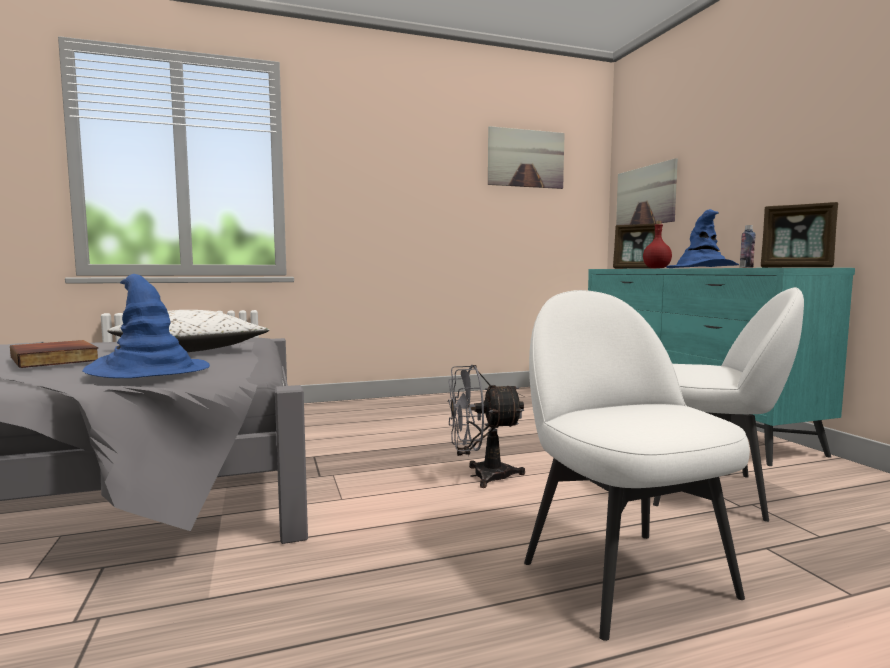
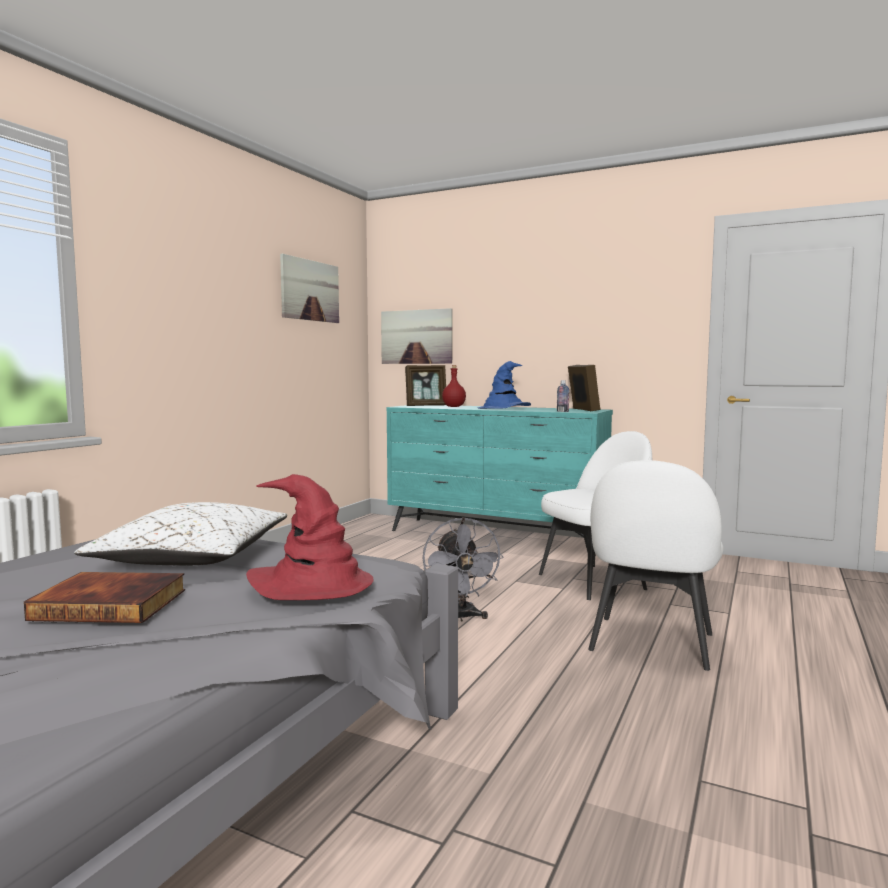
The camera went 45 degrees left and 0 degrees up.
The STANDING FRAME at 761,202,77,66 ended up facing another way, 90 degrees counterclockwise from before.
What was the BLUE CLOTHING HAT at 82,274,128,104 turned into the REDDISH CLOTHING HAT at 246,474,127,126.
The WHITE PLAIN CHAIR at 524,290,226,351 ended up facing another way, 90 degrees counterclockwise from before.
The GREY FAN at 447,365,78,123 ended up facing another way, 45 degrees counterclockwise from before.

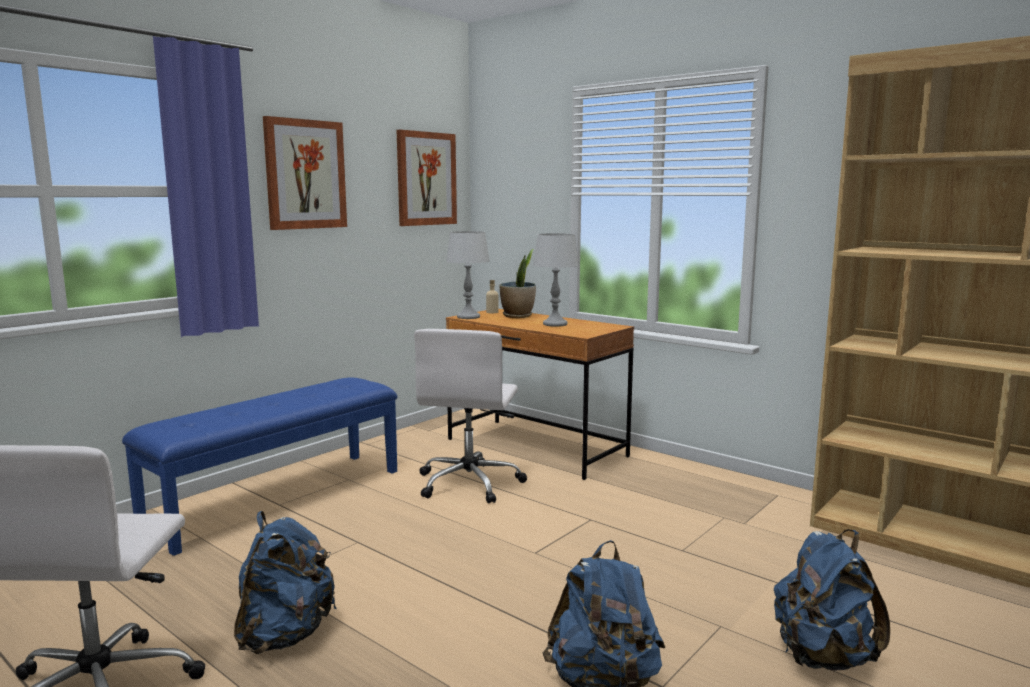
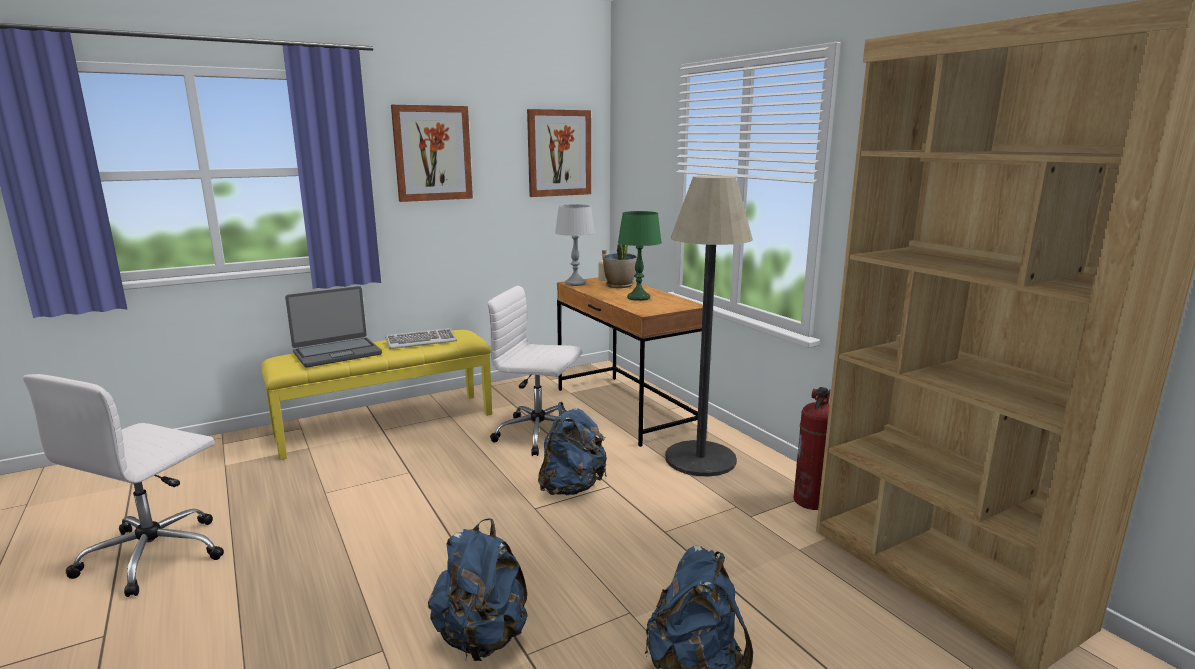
The camera went 20 degrees right and 5 degrees up.
What was the GREY LAMP FOR A TABLE at 533,233,46,93 turned into the GREEN-COLOURED LAMP FOR A TABLE at 618,211,44,90.
The WHITE OFFICE CHAIR at 414,329,113,175 ended up facing another way, 75 degrees clockwise from before.
What was the BLUE BENCH at 122,378,276,178 turned into the YELLOW BENCH at 261,330,231,130.
The BLUE BACKPACK ended up elsewhere, having gone from 234,511,103,143 to 538,402,69,93.
The second view gained the STANDING LAMP at 665,176,88,301.
The second view gained the NOTEBOOK COMPUTER at 285,286,97,82.
The second view gained the KEYBOARD at 385,328,72,21.
The second view gained the FIRE-FIGHTING CYLINDER at 794,387,37,123.

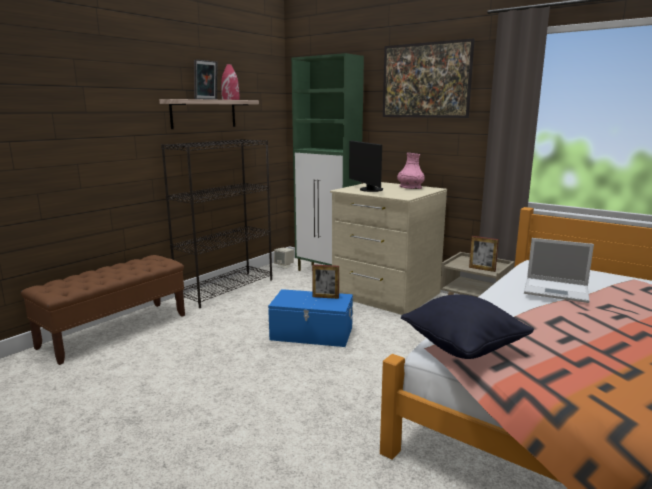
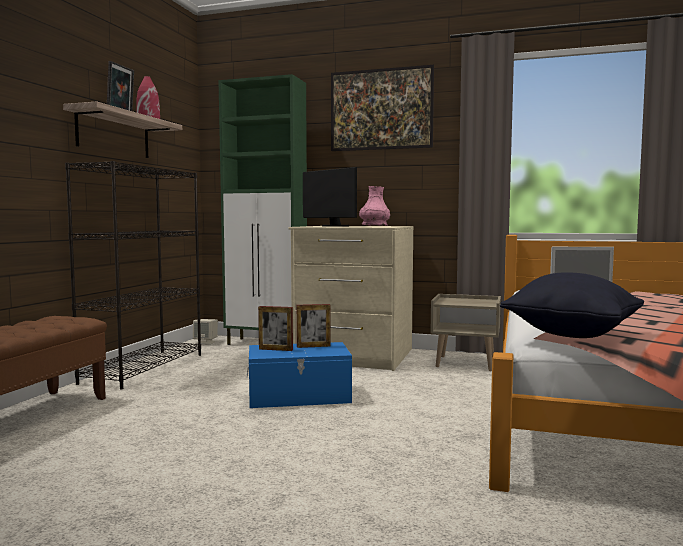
The camera went 20 degrees left and 10 degrees down.
The STANDING FRAME ended up elsewhere, having gone from 469,236,30,36 to 258,306,35,45.

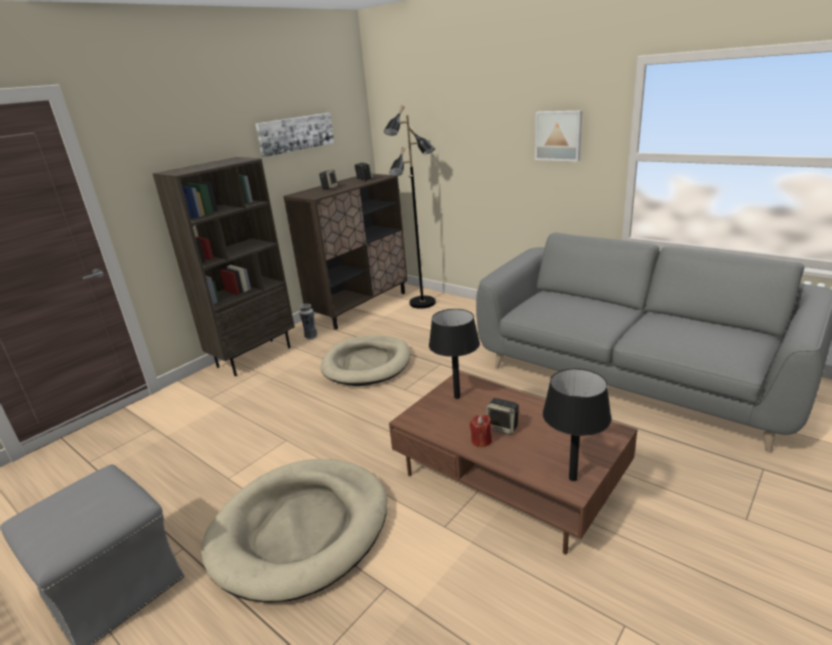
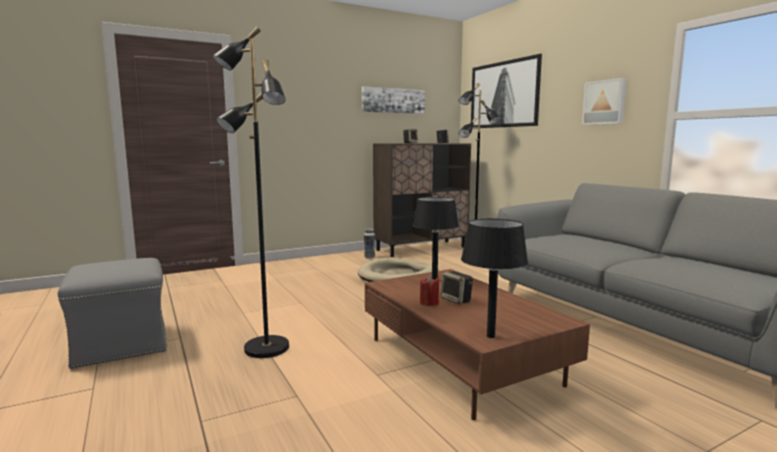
The camera went 20 degrees right and 15 degrees down.
The second view lost the BROWN-COLOURED SHELVING UNIT at 152,157,143,219.
Where the SAND-COLOURED PET BED stood at 201,459,186,144, the BLACK STANDING LAMP came to stand at 212,27,77,331.
The second view gained the WALL PICTURE at 471,54,71,74.

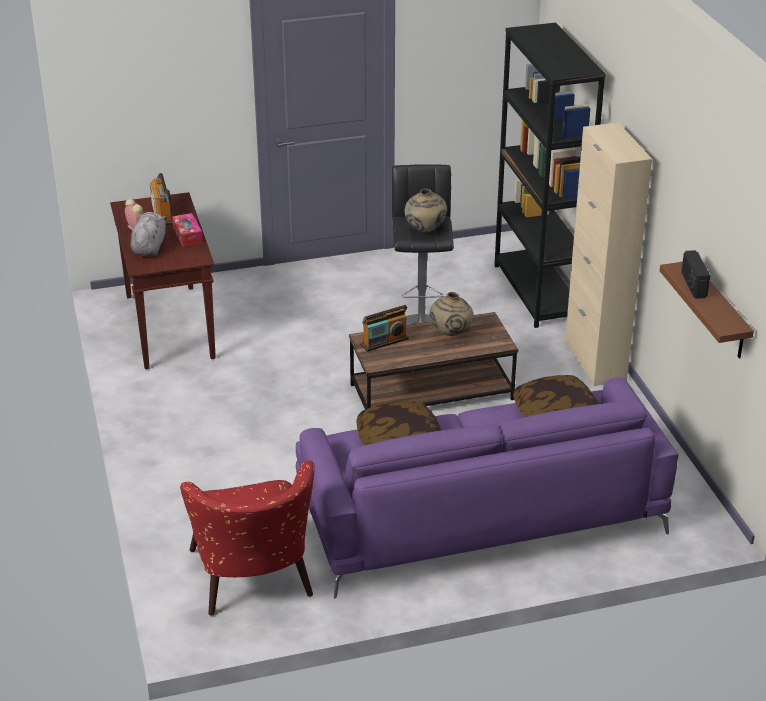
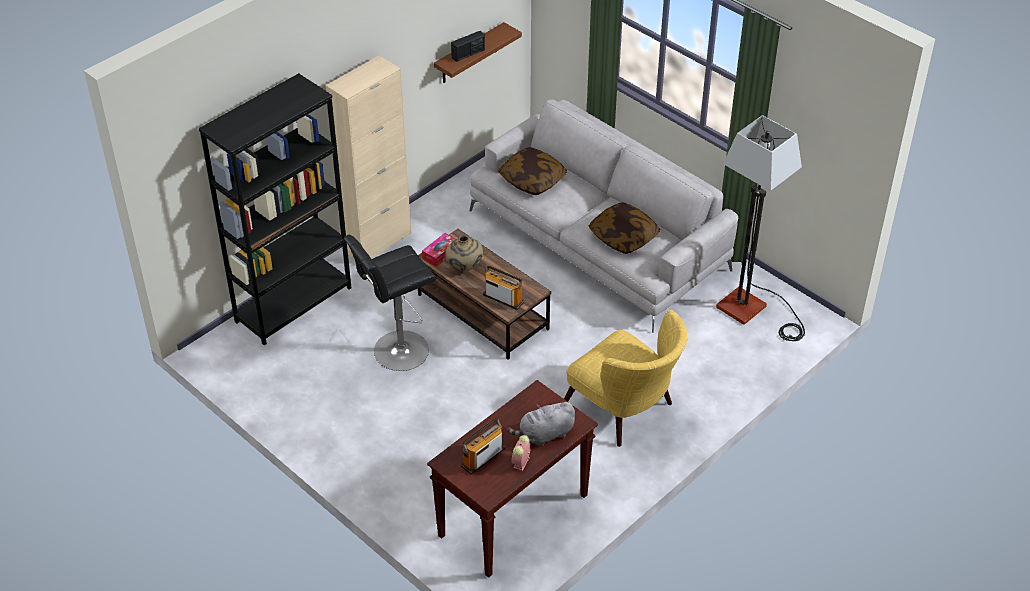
The camera went 120 degrees left and 10 degrees up.
The second view lost the SAND-COLOURED FLOWER VASE at 405,189,42,43.
The TISSUE BOX ended up elsewhere, having gone from 172,213,31,34 to 422,233,34,34.
What was the PURPLE COUCH at 296,378,383,221 turned into the GREY COUCH at 469,99,269,234.
Where the REDDISH LOUNGE CHAIR stood at 180,461,134,154, the STANDING LAMP came to stand at 716,115,89,226.
The second view gained the YELLOW LOUNGE CHAIR at 564,310,123,137.

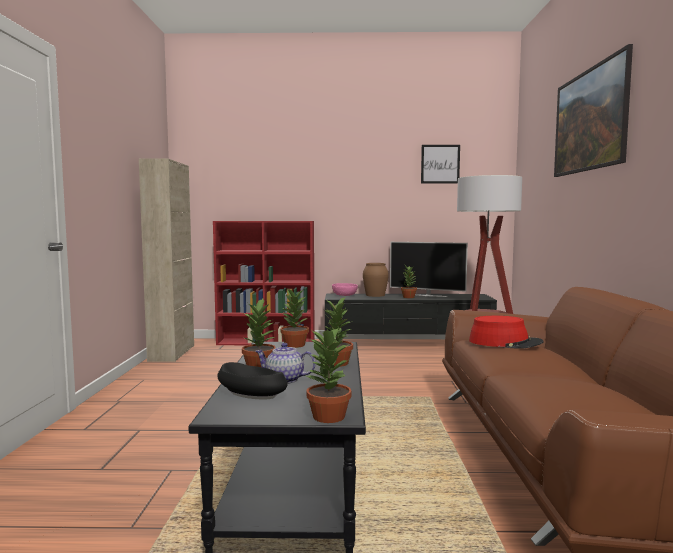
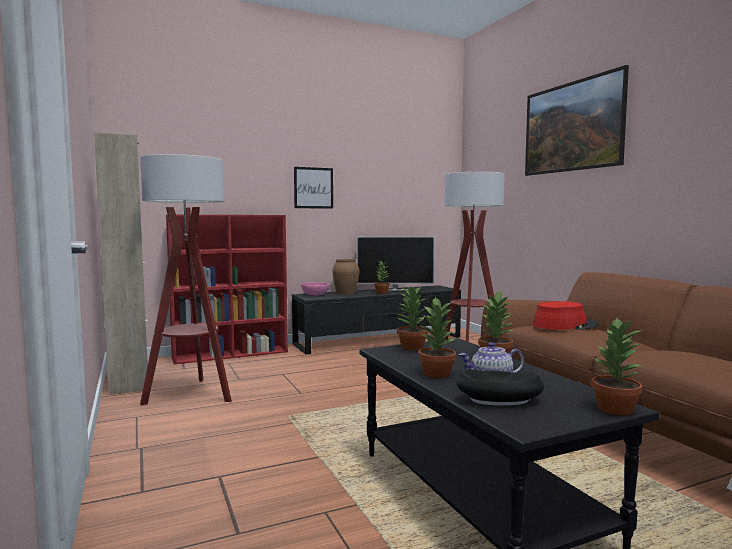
The camera went 25 degrees left and 0 degrees up.
The WALL PICTURE ended up elsewhere, having gone from 421,145,39,39 to 294,167,39,42.
The second view gained the STANDING LAMP at 140,154,92,251.

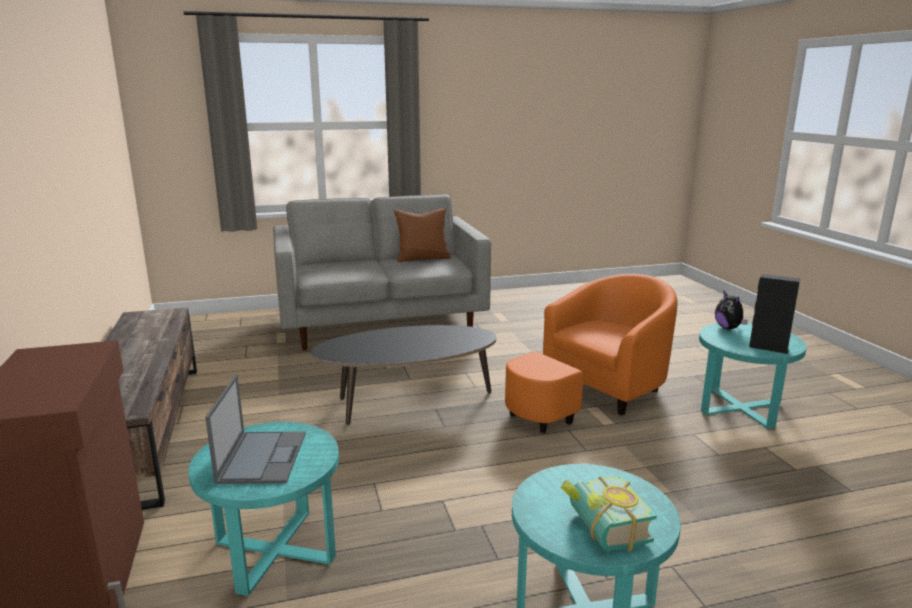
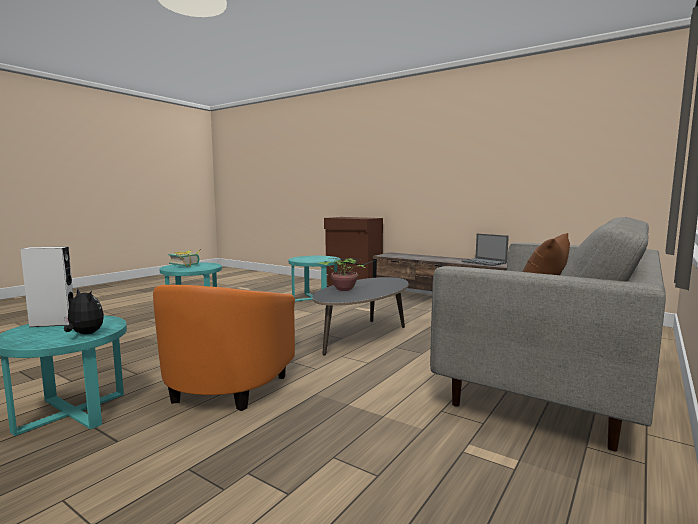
The camera went 140 degrees right and 10 degrees down.
What was the BLACK LOUDSPEAKER at 749,274,51,80 turned into the WHITE LOUDSPEAKER at 20,247,54,80.
The NOTEBOOK COMPUTER ended up elsewhere, having gone from 205,375,101,109 to 462,234,47,32.
The second view gained the PLANT IN A POT at 318,258,57,33.

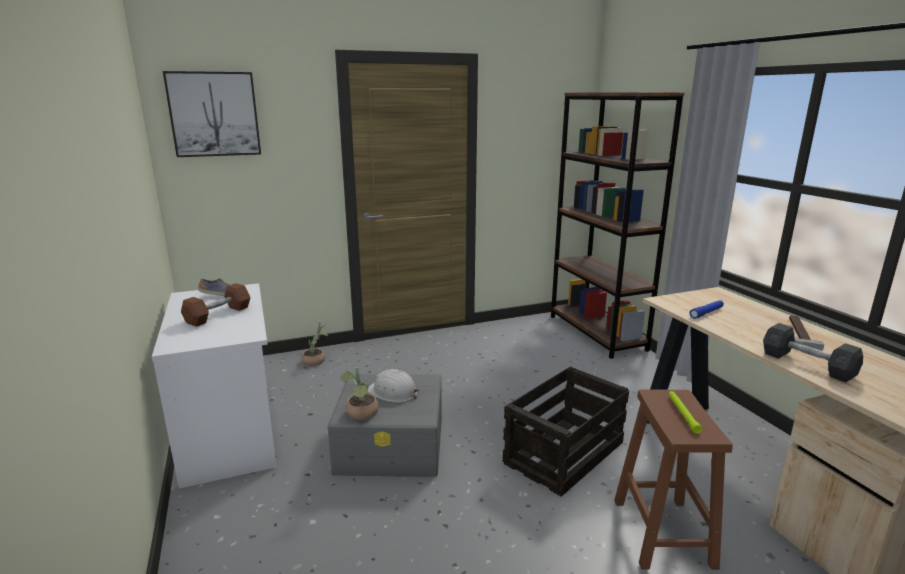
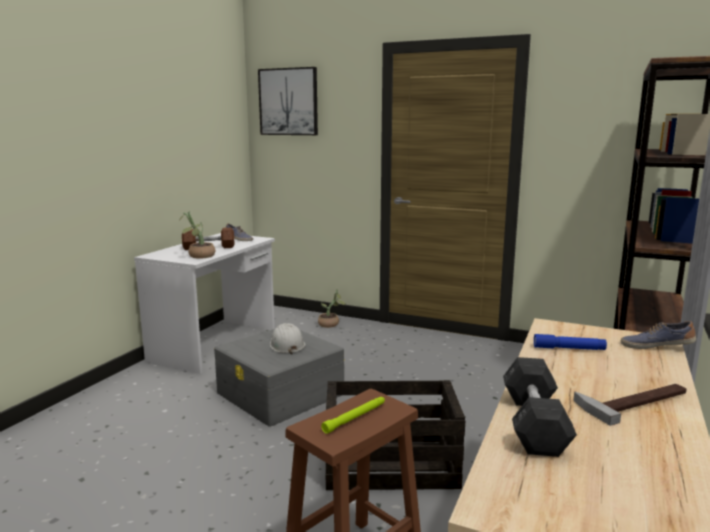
The camera went 45 degrees right and 5 degrees down.
The PLANT IN A POT ended up elsewhere, having gone from 340,367,39,53 to 179,211,36,48.
The second view gained the LOW SHOE at 621,321,75,28.

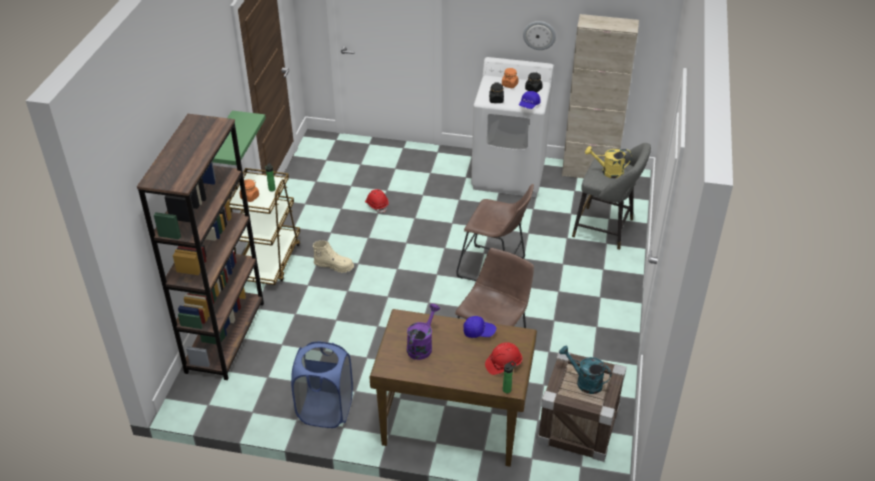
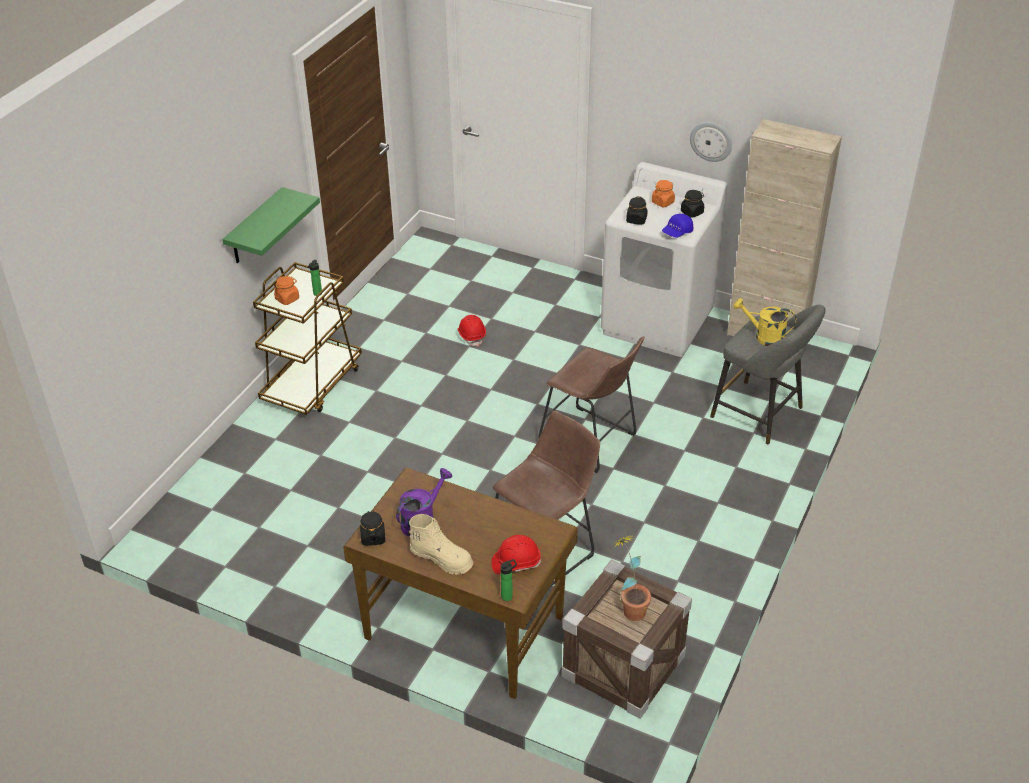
The camera went 15 degrees right and 0 degrees up.
The second view lost the BROWN-COLOURED SHELVING UNIT at 137,114,127,266.
The SAND-COLOURED TALL BOOT ended up elsewhere, having gone from 313,240,41,33 to 409,514,64,61.
The second view lost the BLUE CAP at 463,316,33,22.
The second view lost the BLUE HAMPER at 291,341,62,87.
Where the BLUE-GREEN WATERING CAN stood at 559,346,52,48, the PLANT IN A POT came to stand at 612,535,39,86.
The second view gained the BLACK STORAGE JAR at 360,510,25,36.

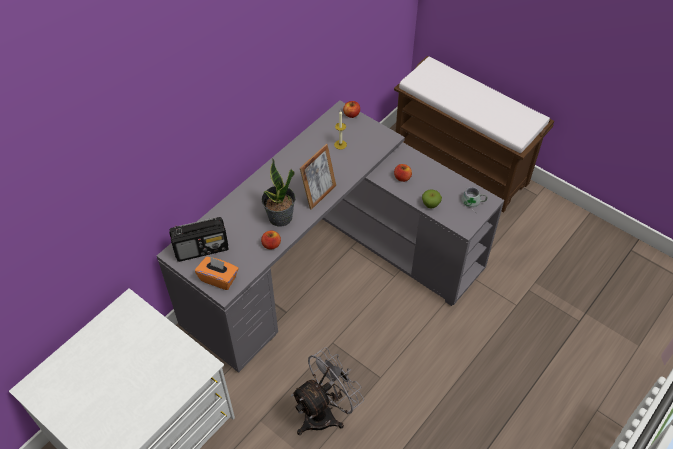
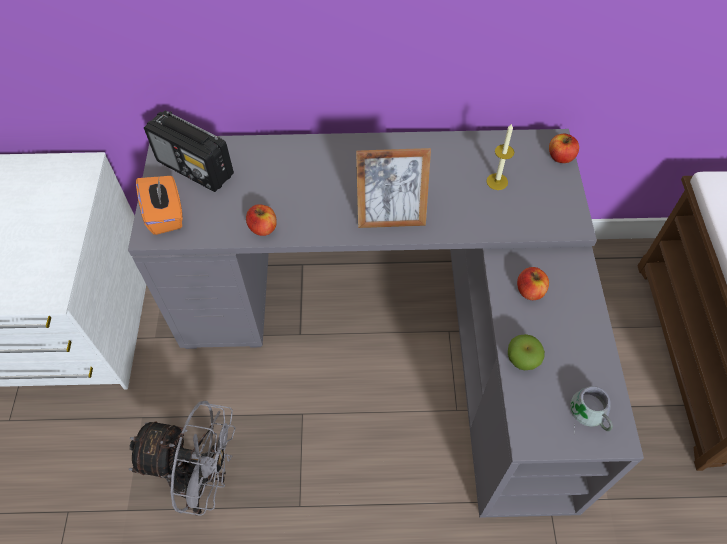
The camera went 50 degrees right and 5 degrees up.
The second view lost the PLANT IN A POT at 262,159,33,67.

